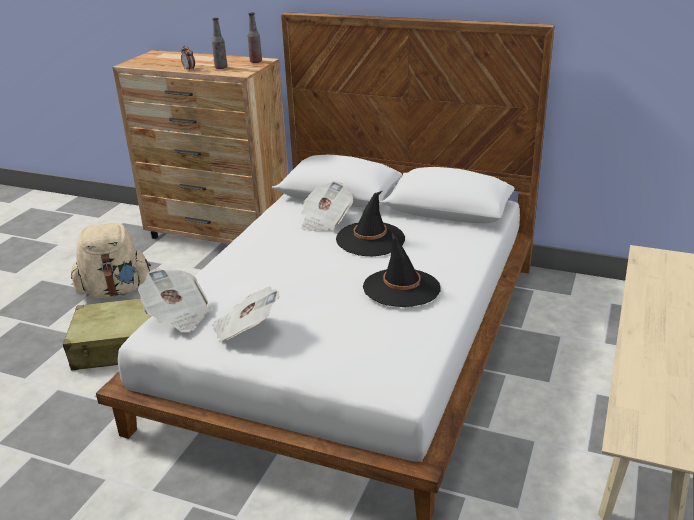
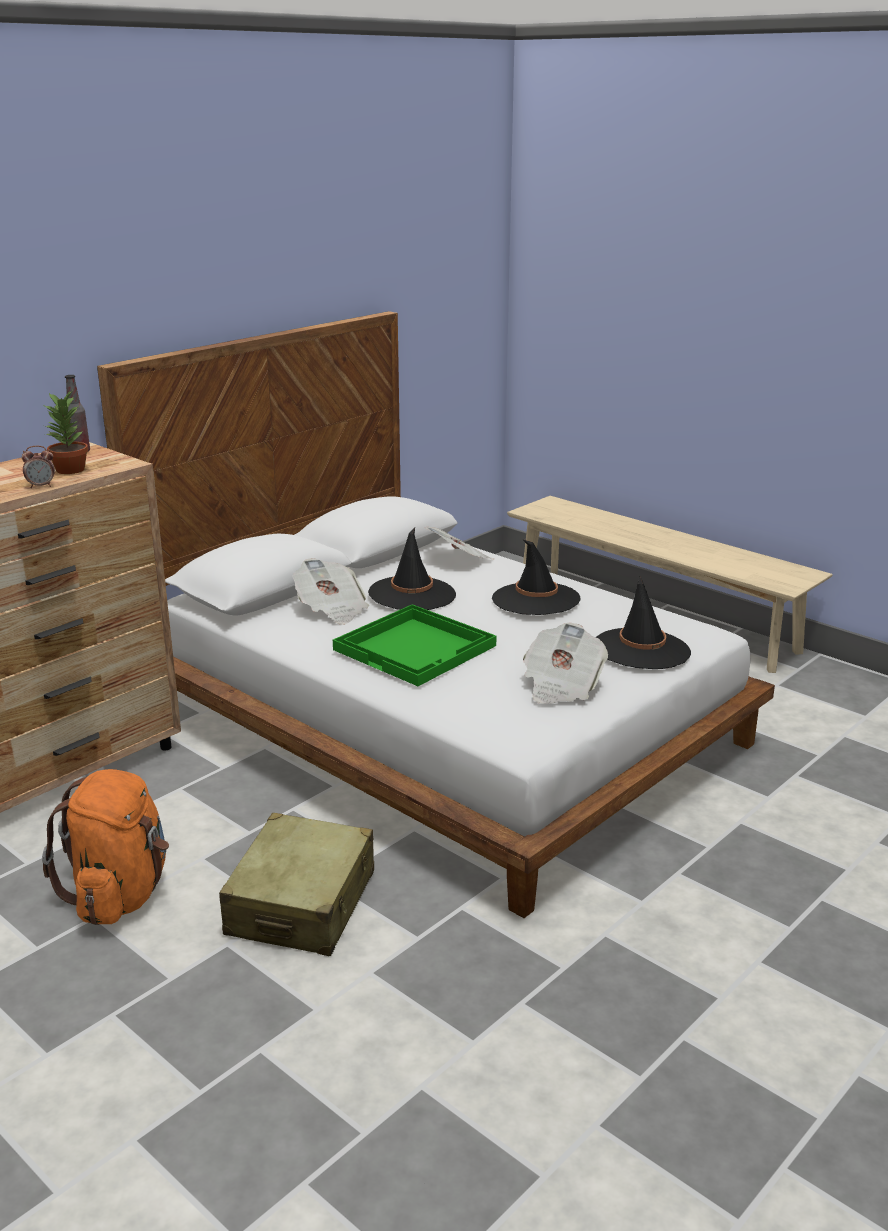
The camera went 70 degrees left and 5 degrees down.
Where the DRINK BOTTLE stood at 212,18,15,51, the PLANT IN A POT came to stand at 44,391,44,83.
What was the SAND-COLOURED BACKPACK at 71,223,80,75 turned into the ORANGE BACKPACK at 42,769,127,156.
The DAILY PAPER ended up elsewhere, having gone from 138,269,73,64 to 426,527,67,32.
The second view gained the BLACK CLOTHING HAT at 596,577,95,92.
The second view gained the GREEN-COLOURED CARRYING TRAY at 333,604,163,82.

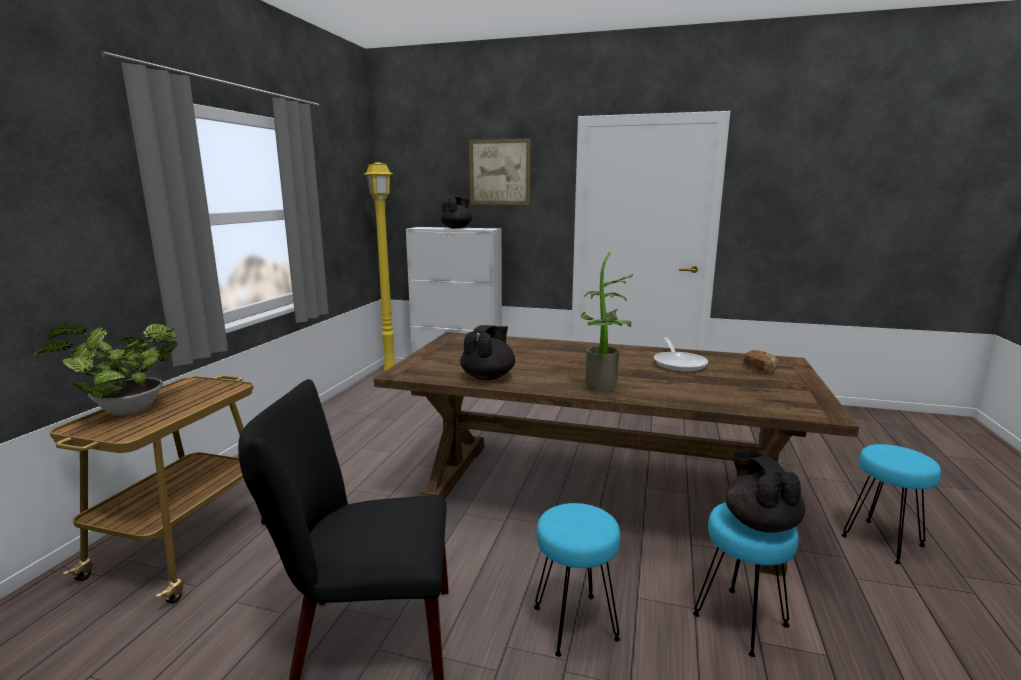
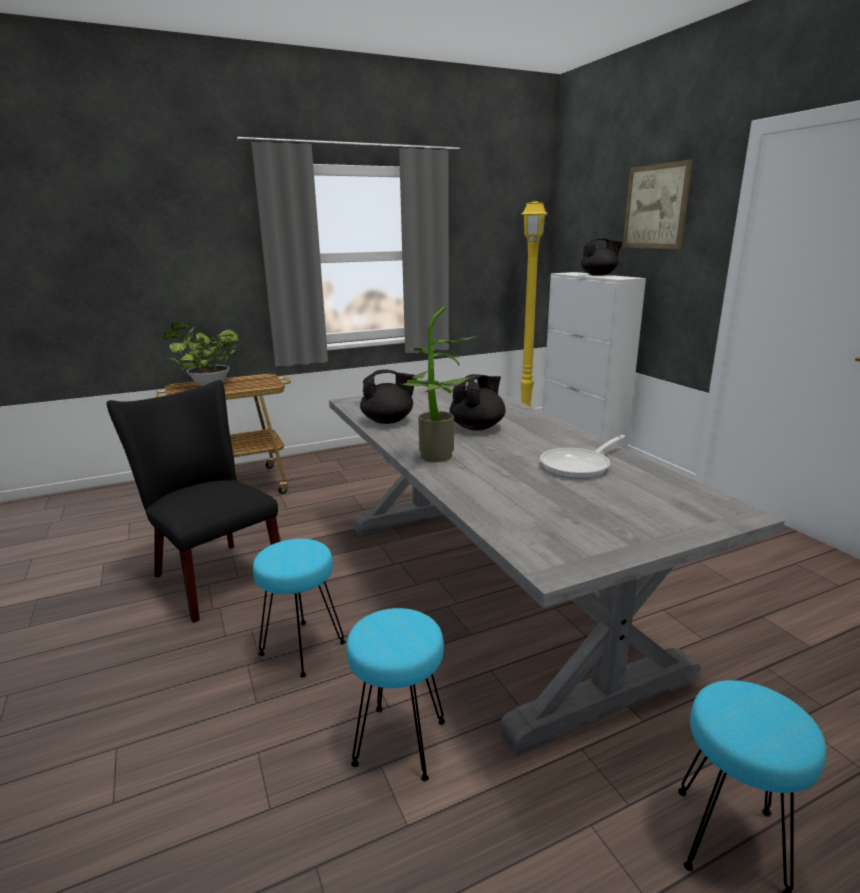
The camera went 50 degrees right and 5 degrees up.
What was the BROWN-COLOURED KITCHEN TABLE at 374,332,485,245 turned into the GREY KITCHEN TABLE at 329,382,456,375.
The second view lost the BREAD at 743,350,35,23.
The BLACK TEAPOT ended up elsewhere, having gone from 725,449,80,84 to 449,374,57,57.

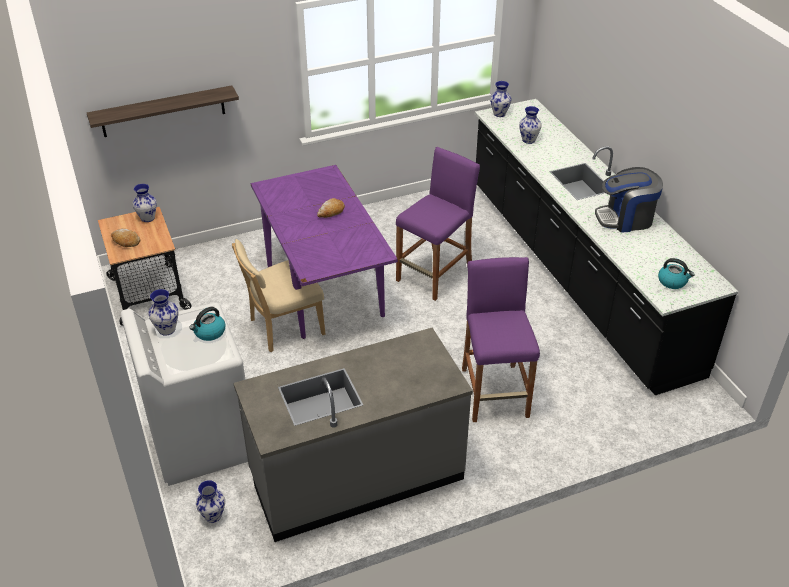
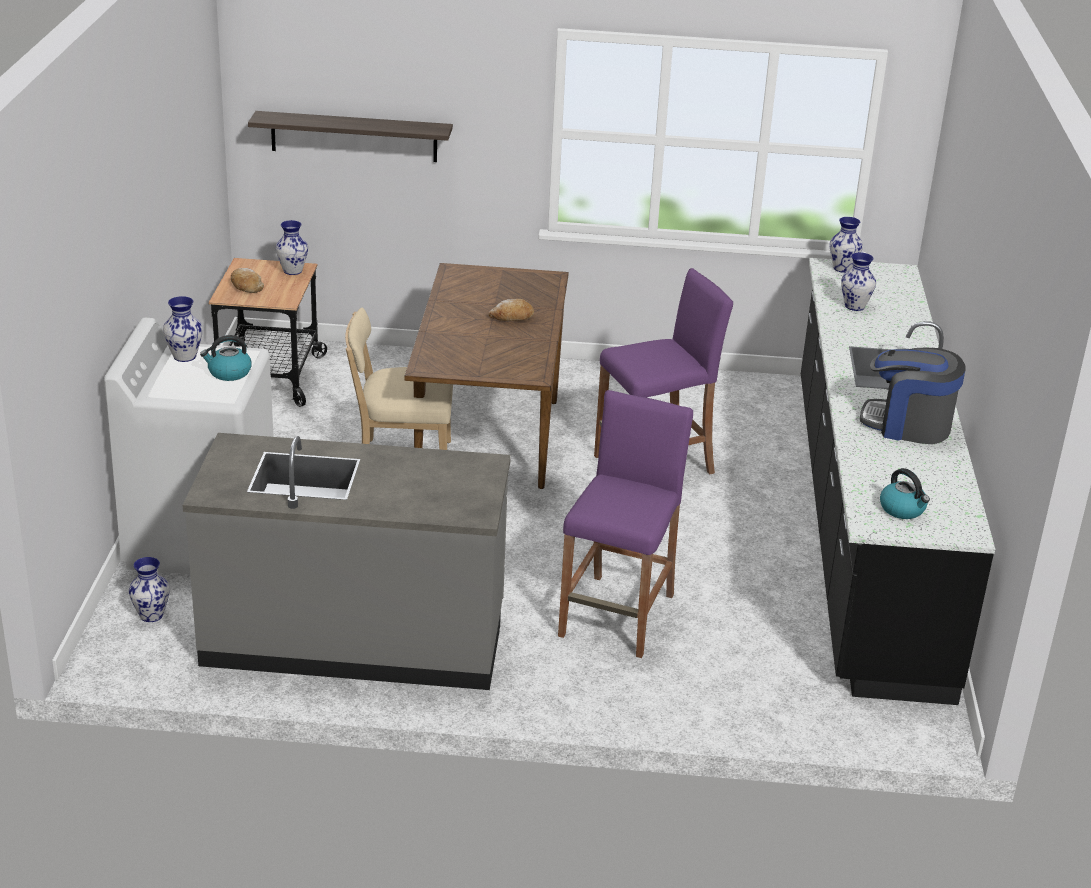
The camera went 25 degrees right and 10 degrees down.
What was the PURPLE KITCHEN TABLE at 251,165,147,174 turned into the BROWN-COLOURED KITCHEN TABLE at 404,263,165,226.

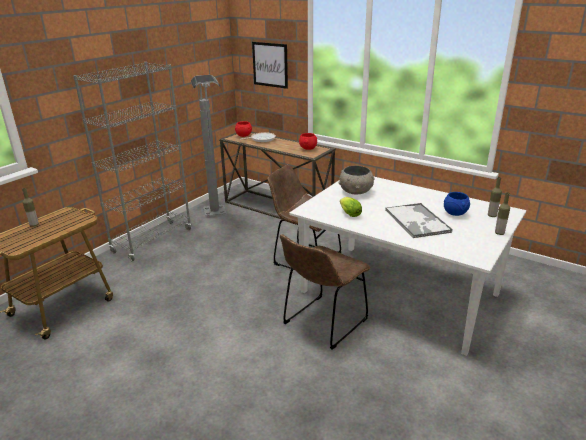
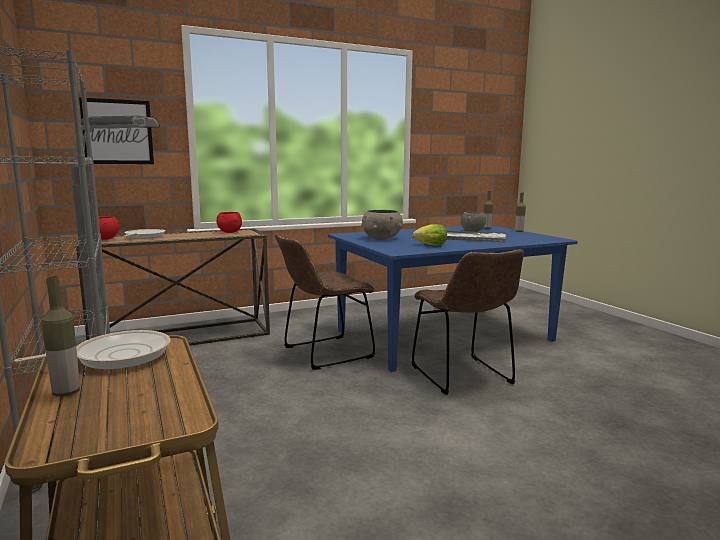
The camera went 60 degrees left and 15 degrees down.
What was the WHITE KITCHEN TABLE at 290,177,236,179 turned into the BLUE KITCHEN TABLE at 328,226,250,146.
What was the BLUE BOWL at 444,192,26,24 turned into the GREY BOWL at 461,212,25,20.
The second view gained the FRYING PAN at 14,330,157,39.

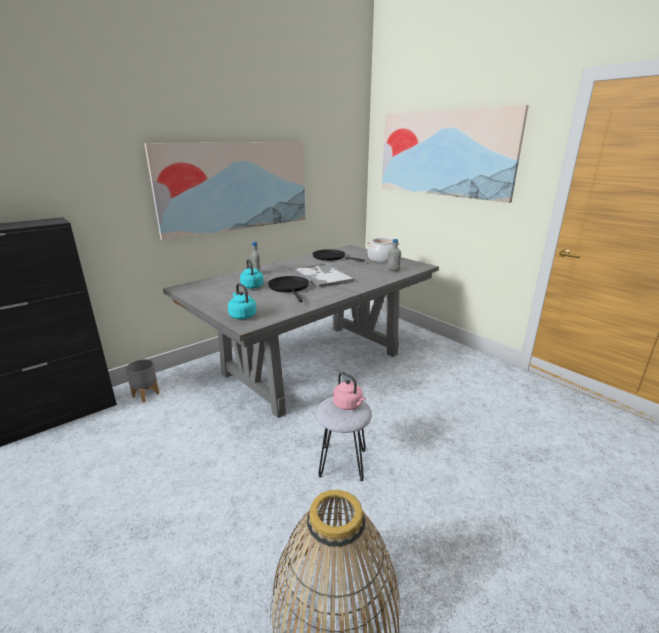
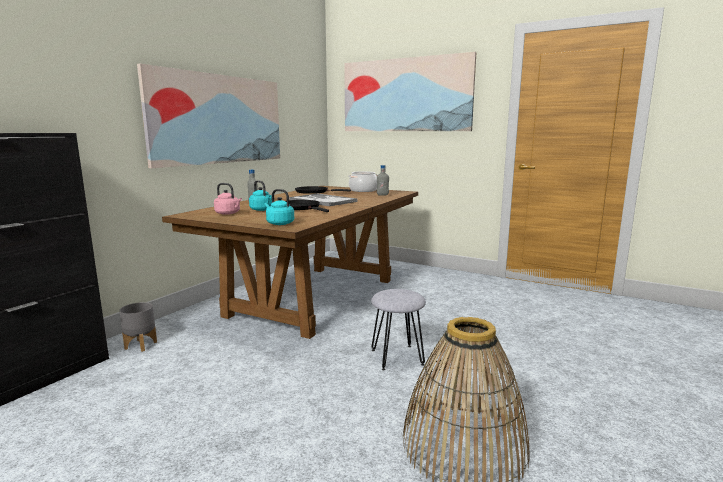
The camera went 20 degrees left and 10 degrees down.
What was the GREY KITCHEN TABLE at 163,245,276,173 turned into the BROWN-COLOURED KITCHEN TABLE at 162,186,256,153.
The PINKISH WATER KETTLE ended up elsewhere, having gone from 333,372,33,38 to 214,183,28,32.

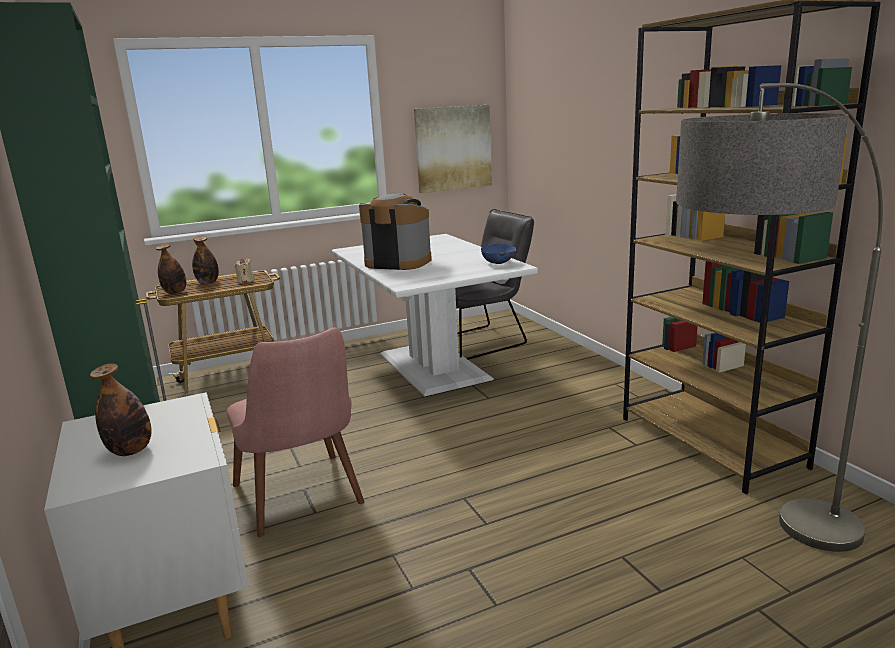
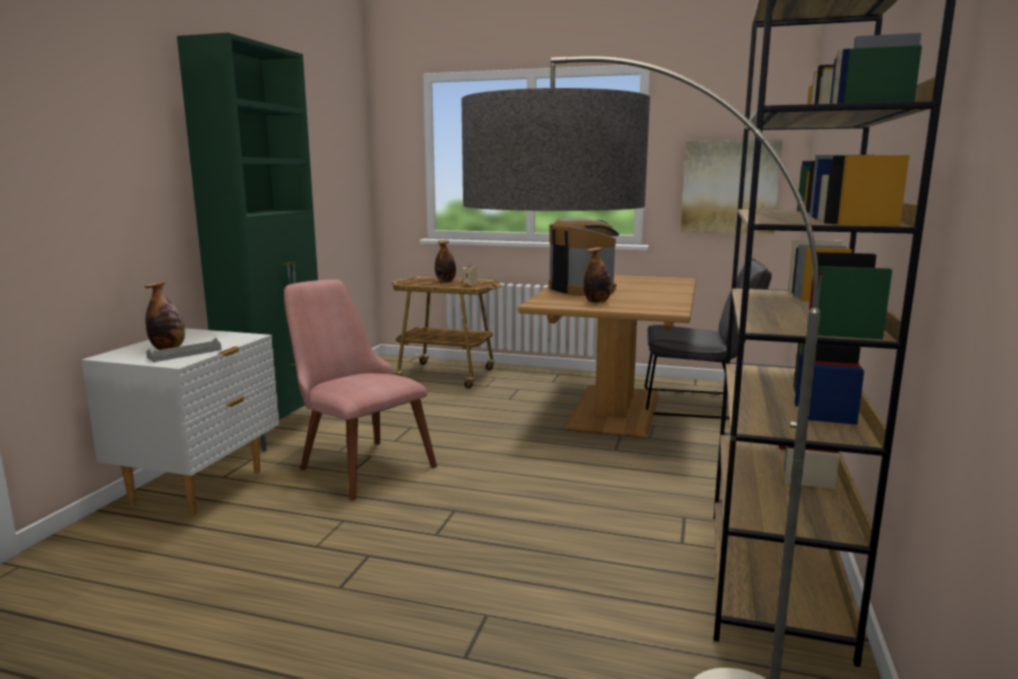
The camera went 40 degrees right and 5 degrees down.
What was the WHITE KITCHEN TABLE at 332,234,206,162 turned into the BROWN-COLOURED KITCHEN TABLE at 518,275,178,163.
The DRINK BOTTLE ended up elsewhere, having gone from 156,244,30,50 to 584,247,27,56.
The second view lost the BLUE BOWL at 481,244,35,20.
The PINKISH PLAIN CHAIR at 227,328,137,209 ended up facing another way, 120 degrees clockwise from before.
The second view gained the GREY CARRYING TRAY at 146,338,76,24.

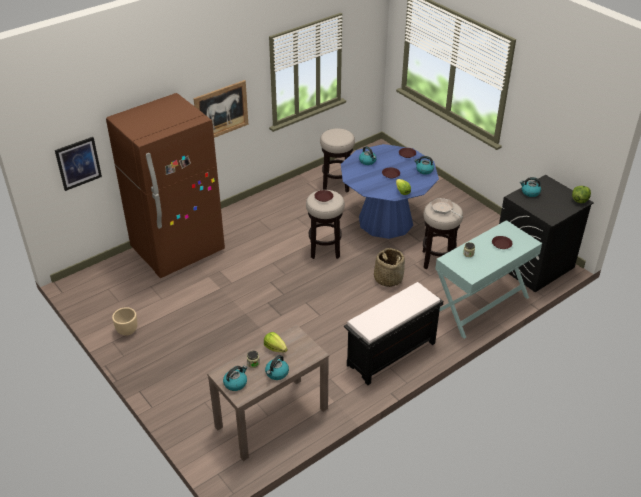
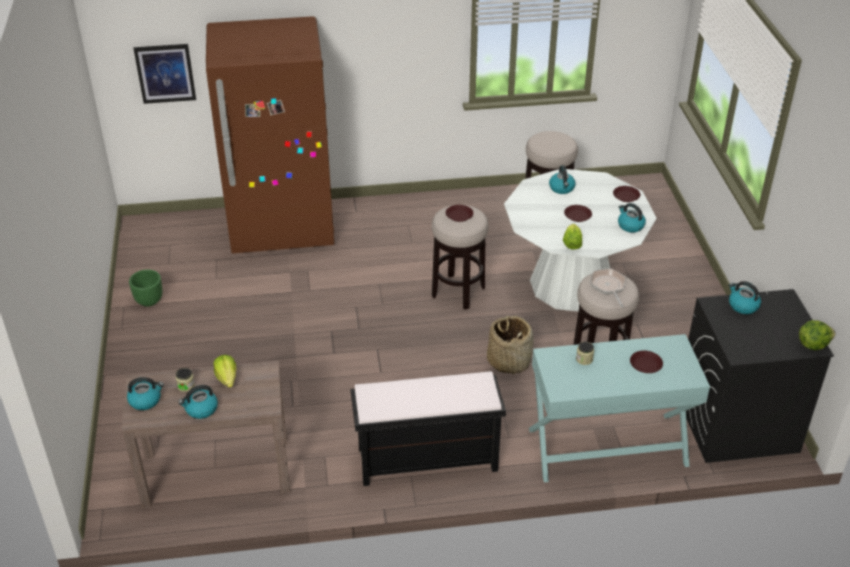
The camera went 30 degrees right and 0 degrees up.
The second view lost the WALL PICTURE at 193,80,56,58.
What was the BLUE KITCHEN TABLE at 341,144,98,95 turned into the WHITE KITCHEN TABLE at 504,169,153,143.
What was the SAND-COLOURED PLANTER at 112,307,25,29 turned into the GREEN-COLOURED PLANTER at 129,270,33,37.

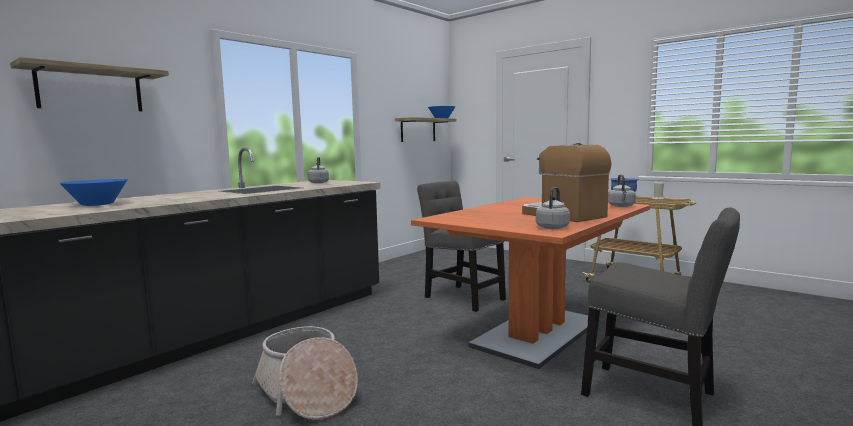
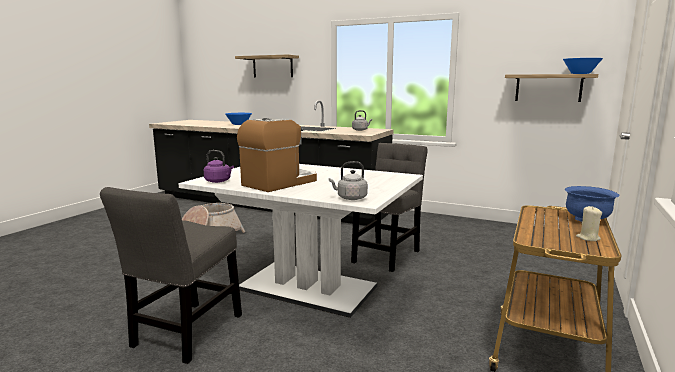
The camera went 75 degrees right and 5 degrees up.
What was the GREY WATER KETTLE at 536,187,34,42 turned into the PURPLE WATER KETTLE at 204,150,30,33.
What was the ORANGE KITCHEN TABLE at 411,197,240,172 turned into the WHITE KITCHEN TABLE at 178,164,245,154.

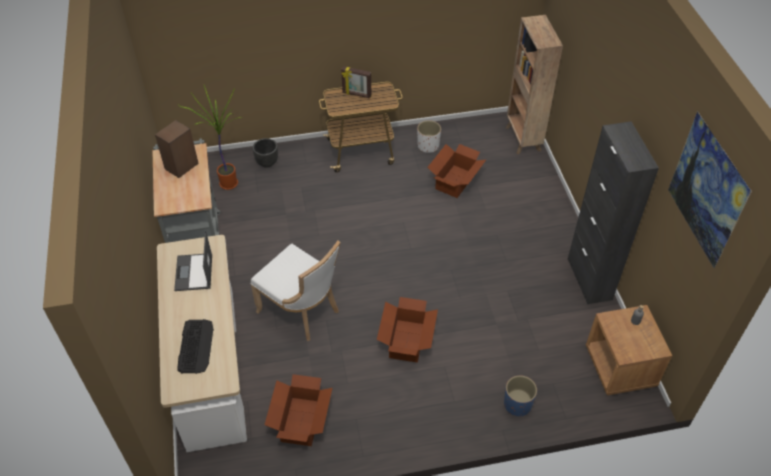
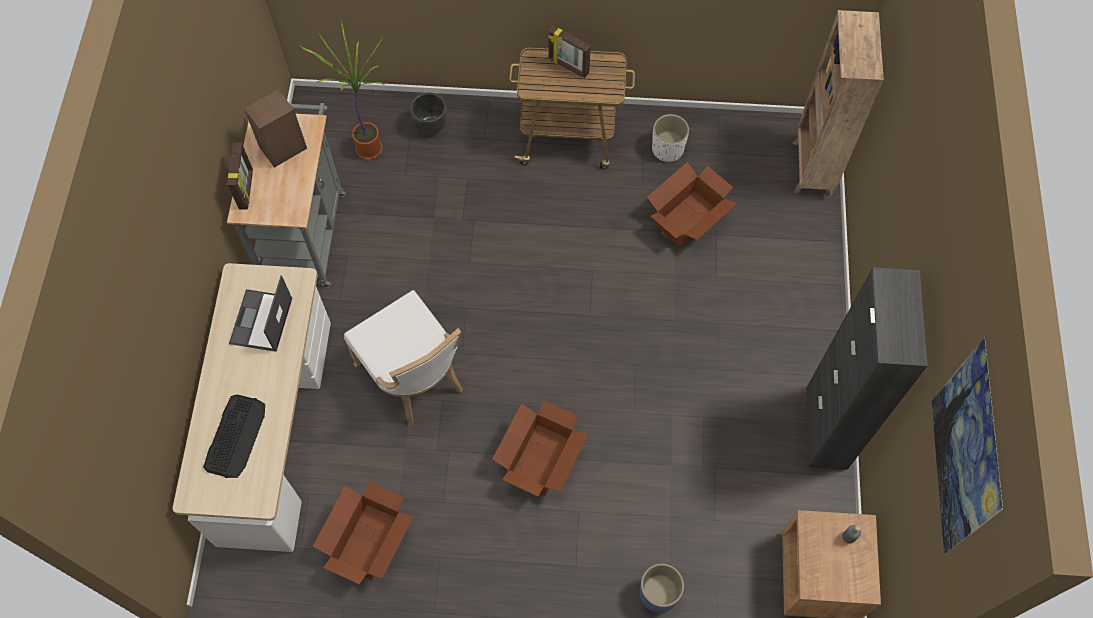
The camera went 15 degrees right and 15 degrees up.
The second view gained the STANDING FRAME at 227,143,26,67.

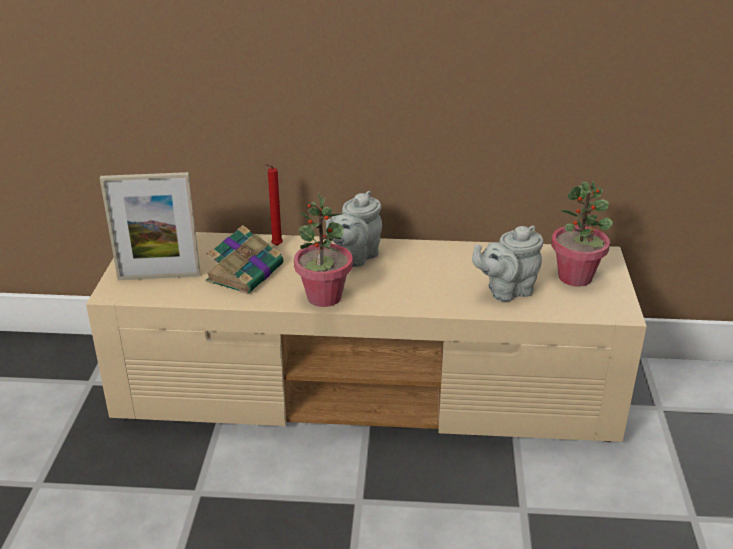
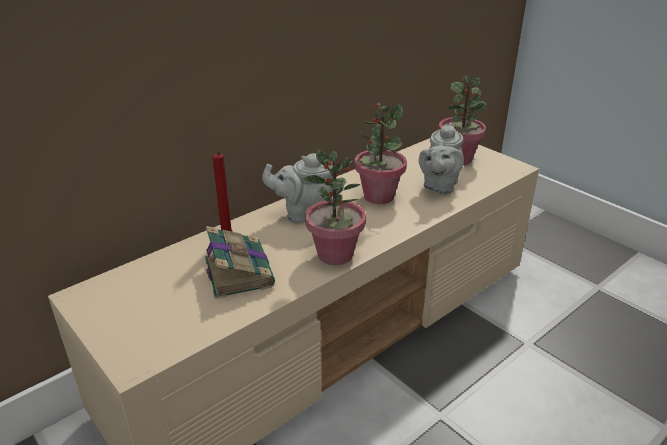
The camera went 45 degrees left and 0 degrees up.
The second view lost the STANDING FRAME at 100,172,100,108.
The GREY TEAPOT at 325,191,57,76 ended up facing another way, 90 degrees clockwise from before.
The second view gained the PLANT IN A POT at 355,102,52,102.

